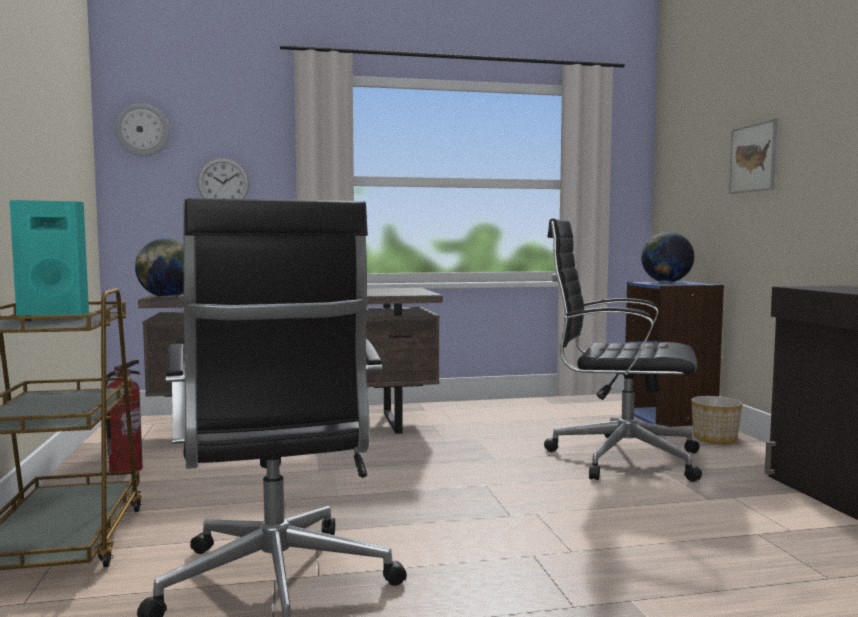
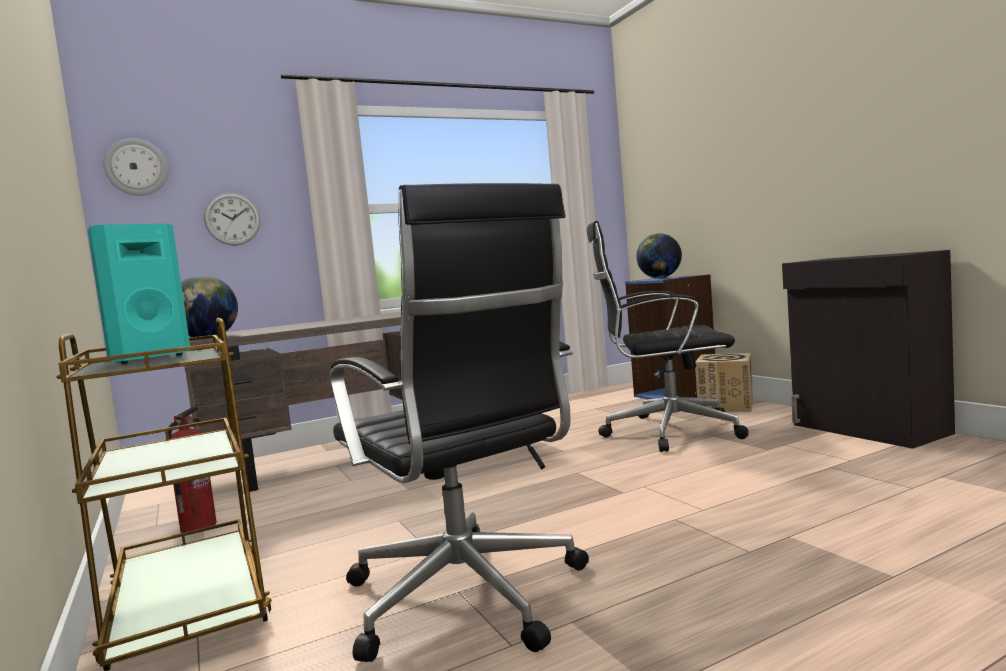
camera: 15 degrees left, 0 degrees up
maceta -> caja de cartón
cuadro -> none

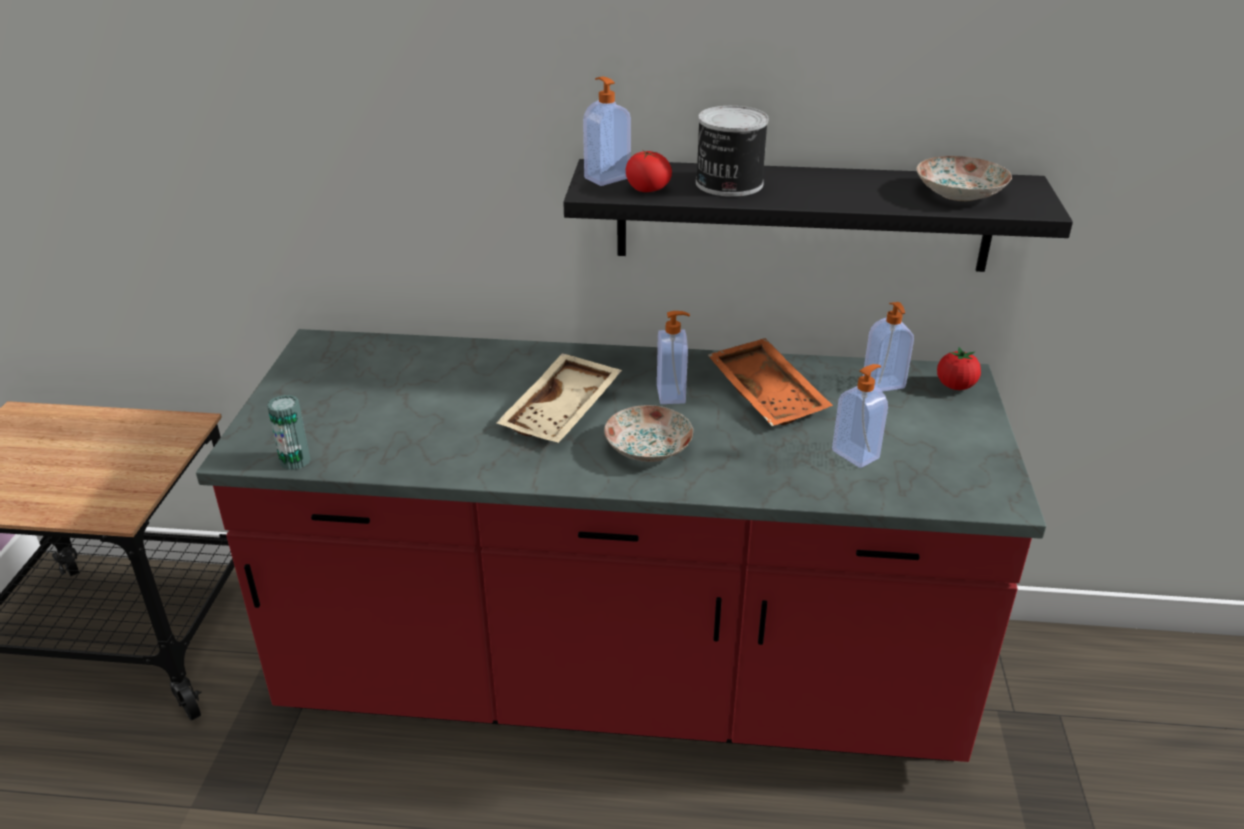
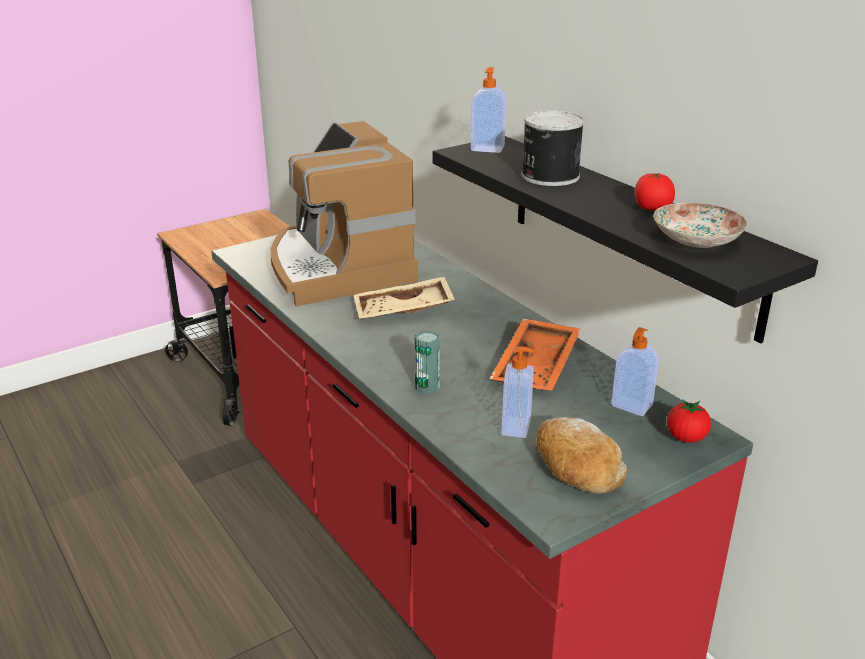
camera: 50 degrees right, 5 degrees down
none -> cafetera
lata (no. 1 from left), shifted
none -> pan
tomate (no. 1 from left), shifted
plato (no. 1 from left) -> none
dispensador de jabón (no. 2 from left) -> none

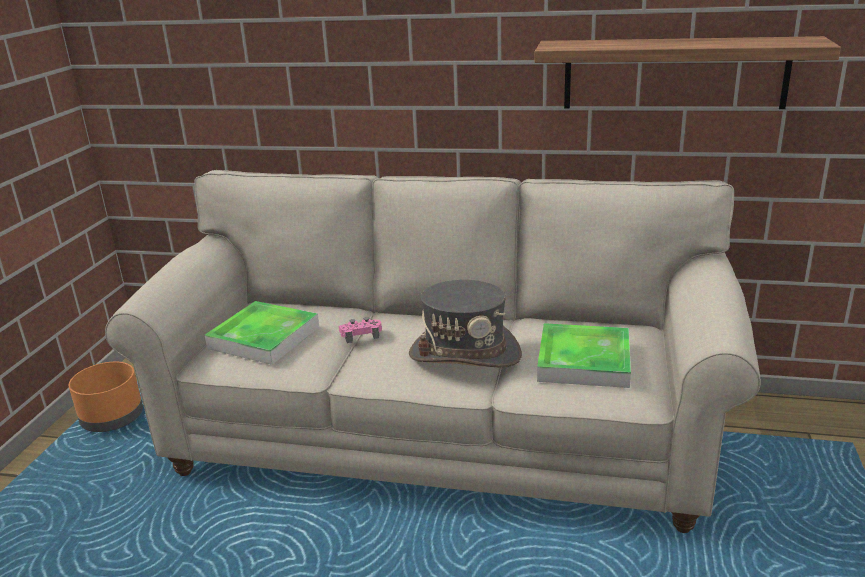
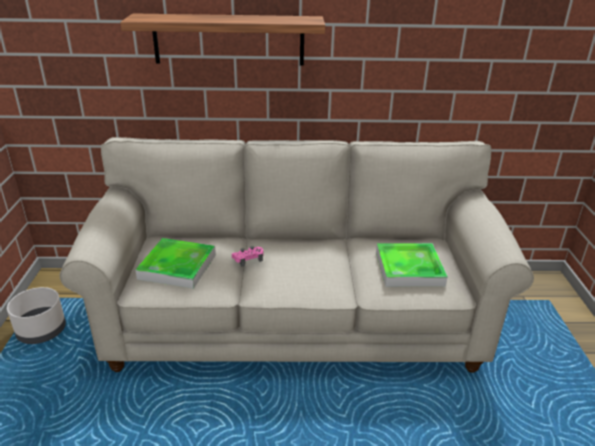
camera: 15 degrees left, 5 degrees up
maceta [naranja] -> maceta [gris]
estante, shifted
sombrero [gris] -> none

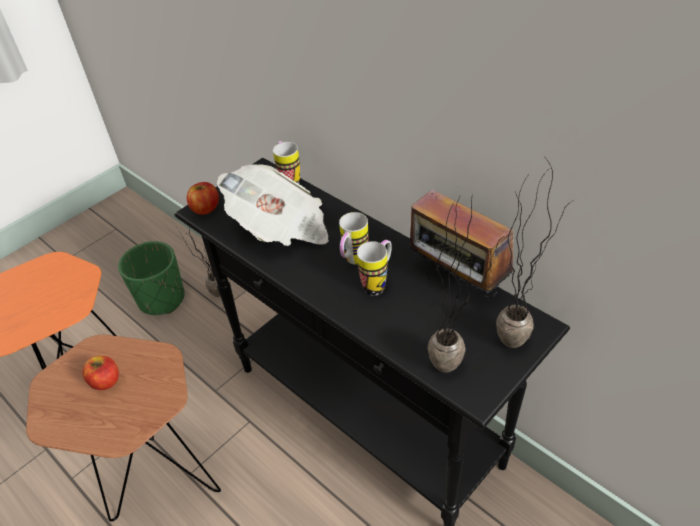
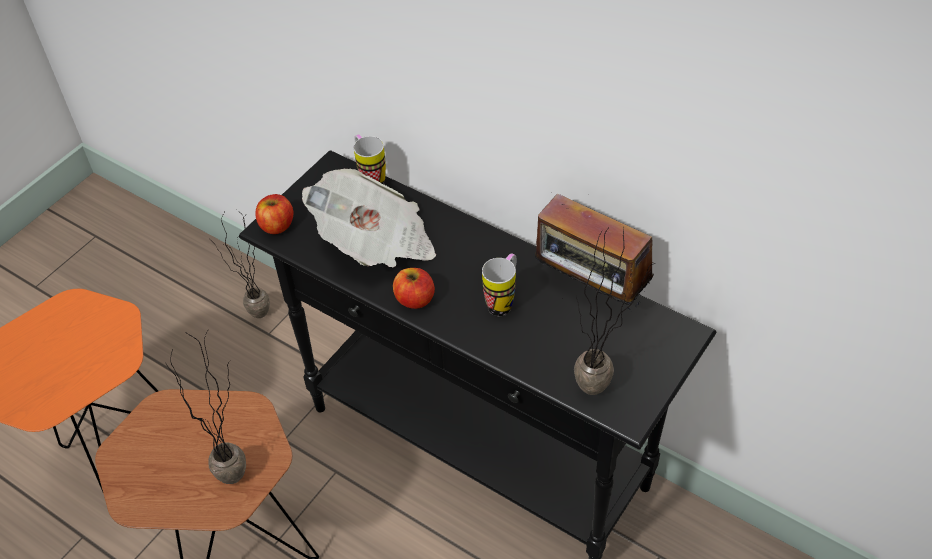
camera: 10 degrees left, 5 degrees up
planta en maceta (no. 3 from left in the first image) -> planta en maceta (no. 1 from left), shifted
manzana (no. 1 from left in the first image) -> manzana (no. 2 from left), shifted
maceta [verde] -> none
taza grande (no. 2 from left) -> none

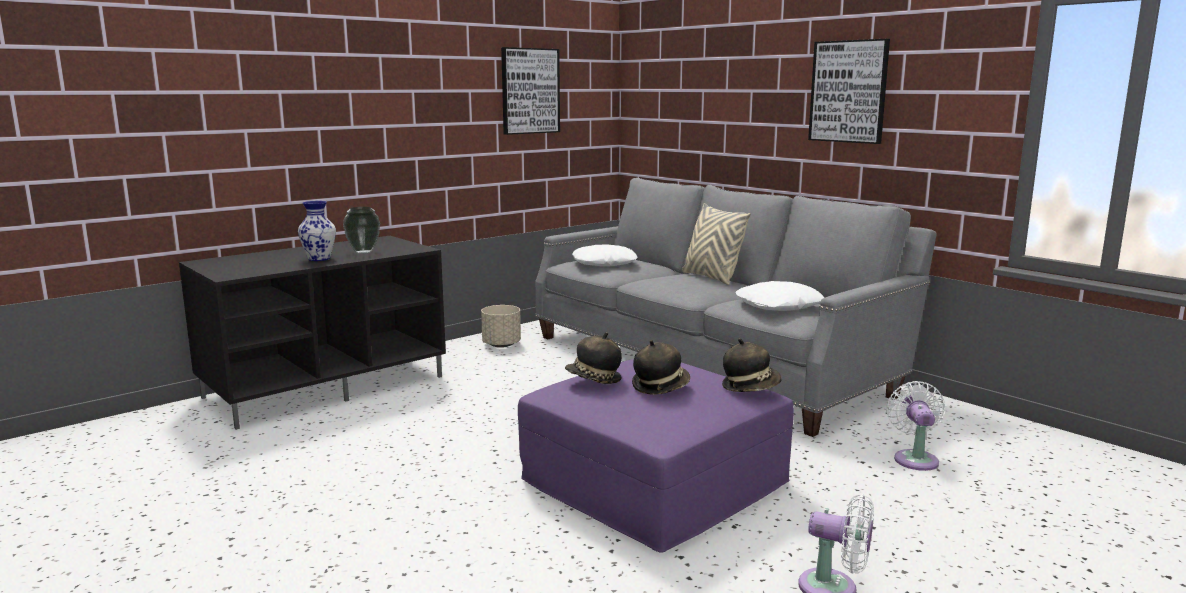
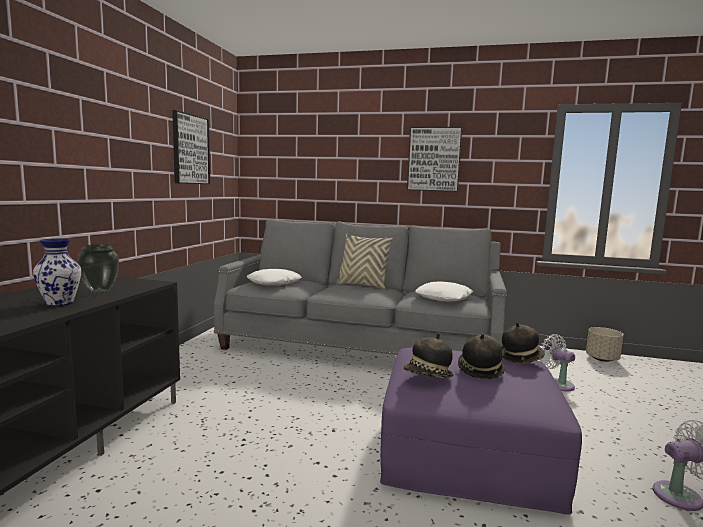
camera: 35 degrees left, 5 degrees down
maceta [beis], shifted

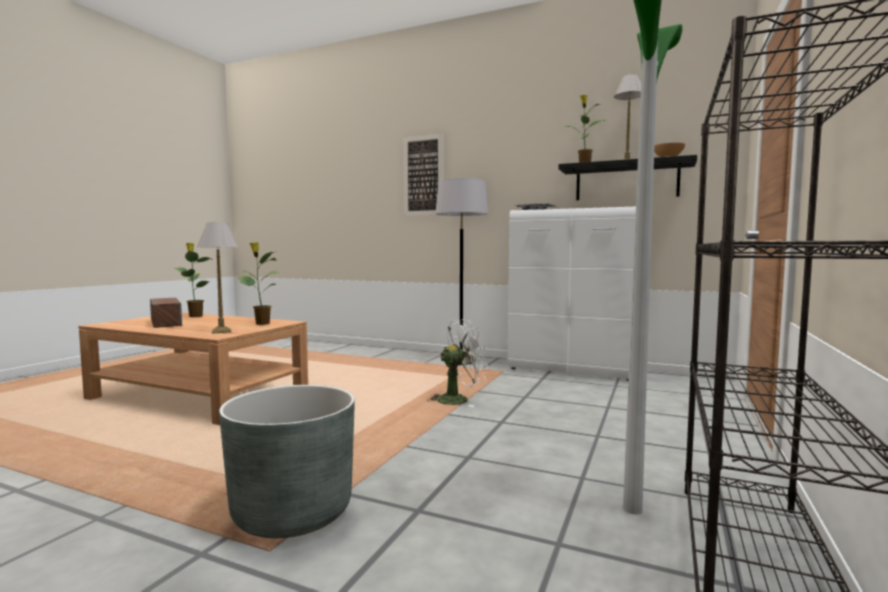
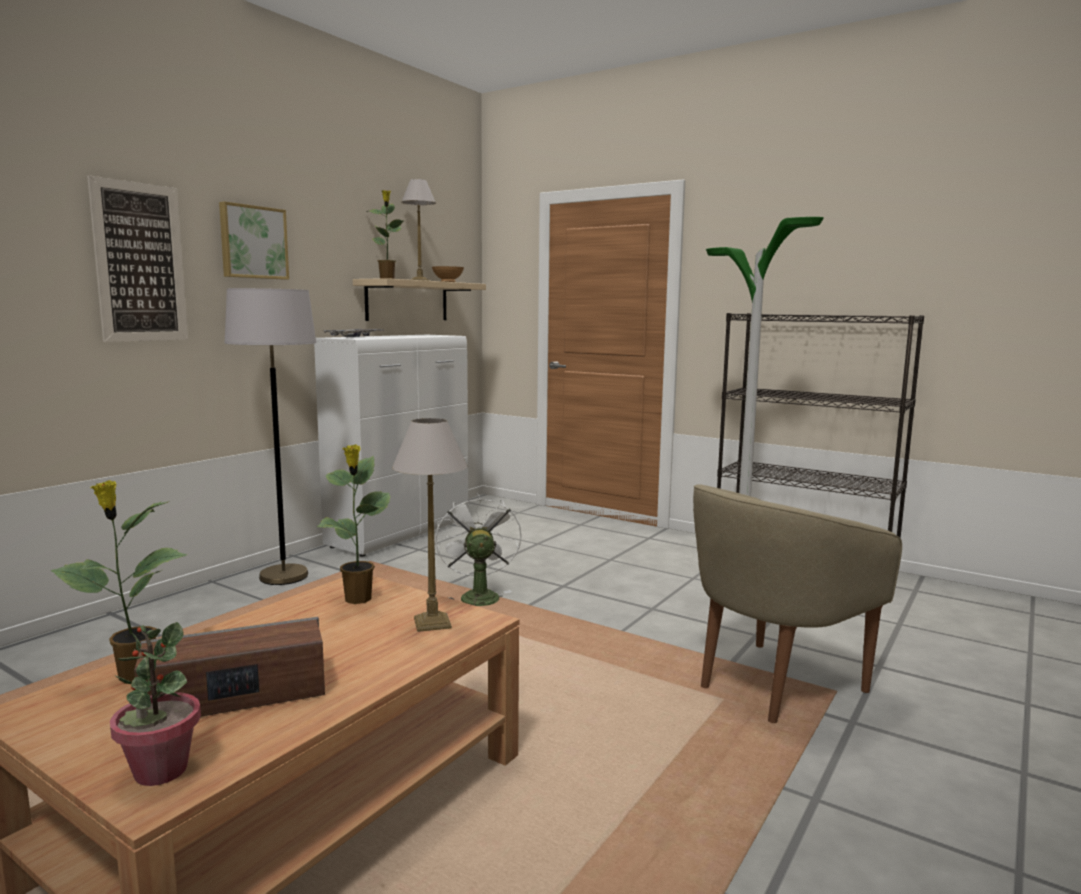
camera: 80 degrees left, 5 degrees up
none -> planta en maceta (no. 2 from left)
none -> cuadro (no. 2 from left)
estante [negro] -> estante [beis]
maceta [gris] -> sillón [beis]

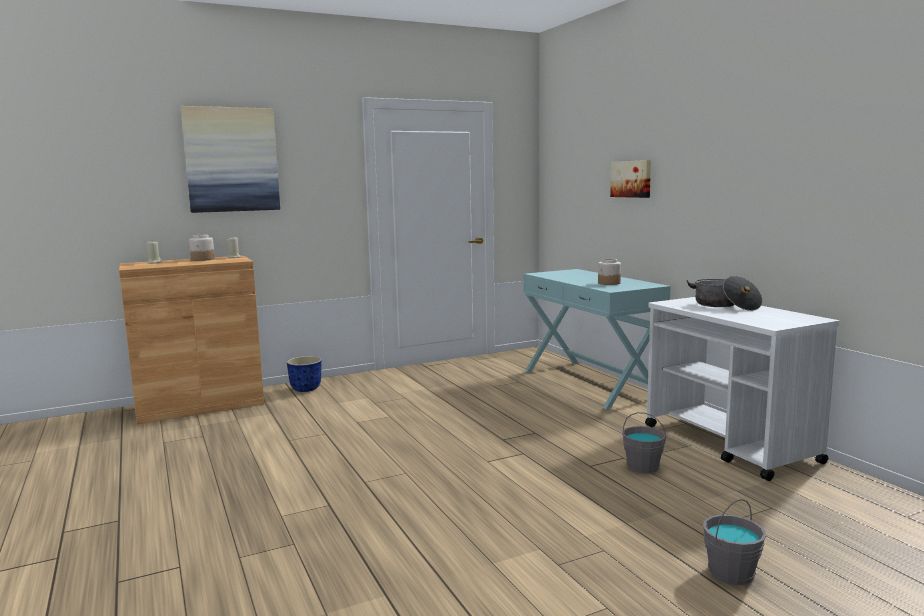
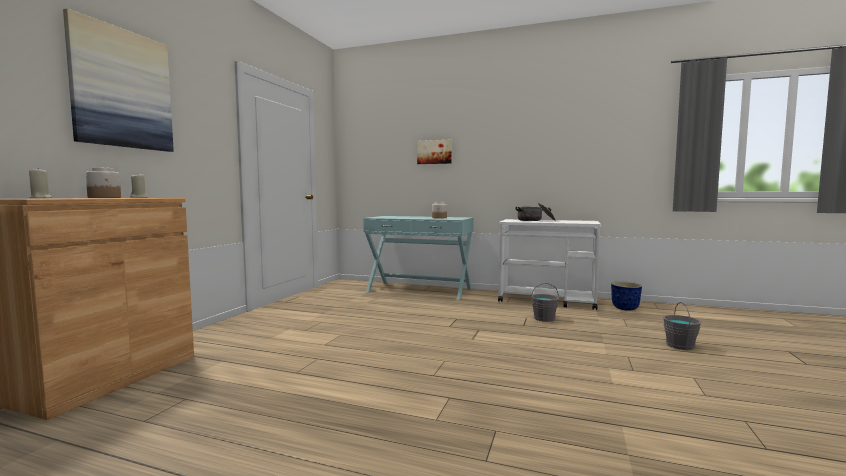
camera: 45 degrees left, 5 degrees down
maceta, shifted

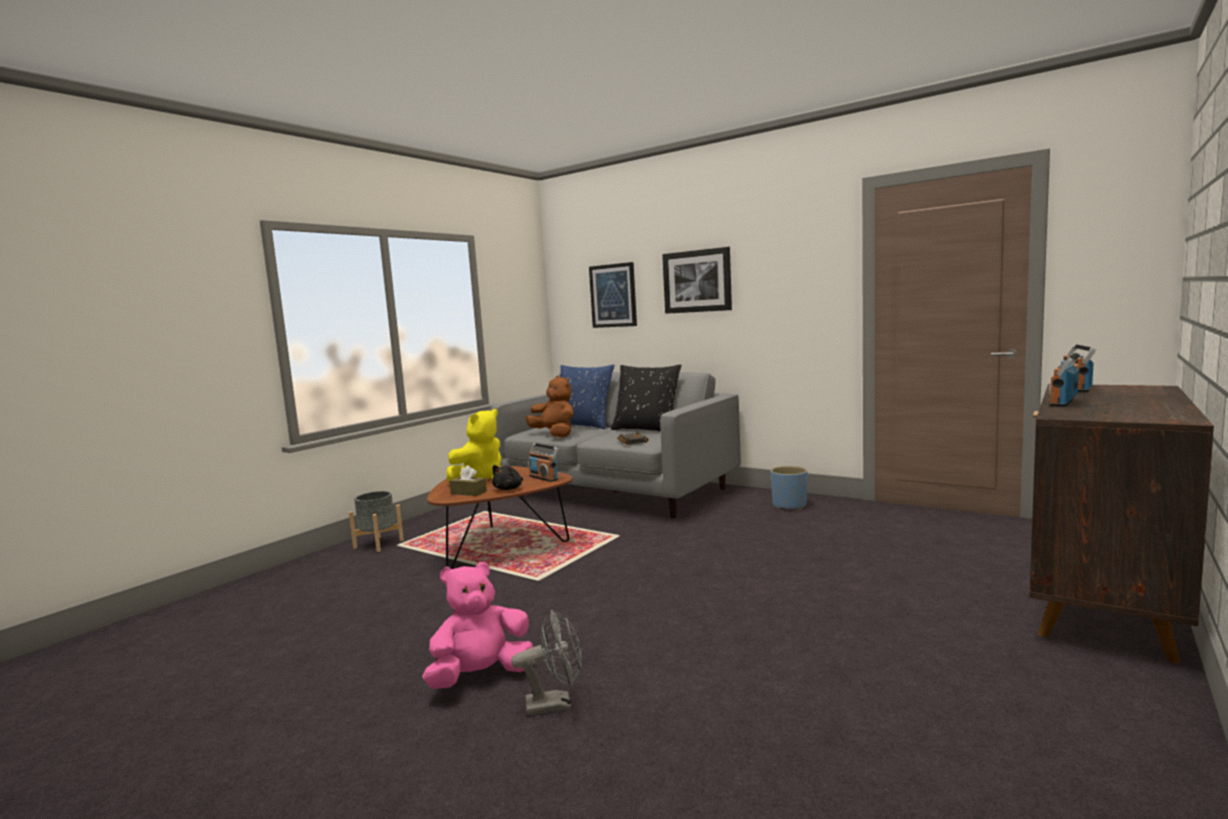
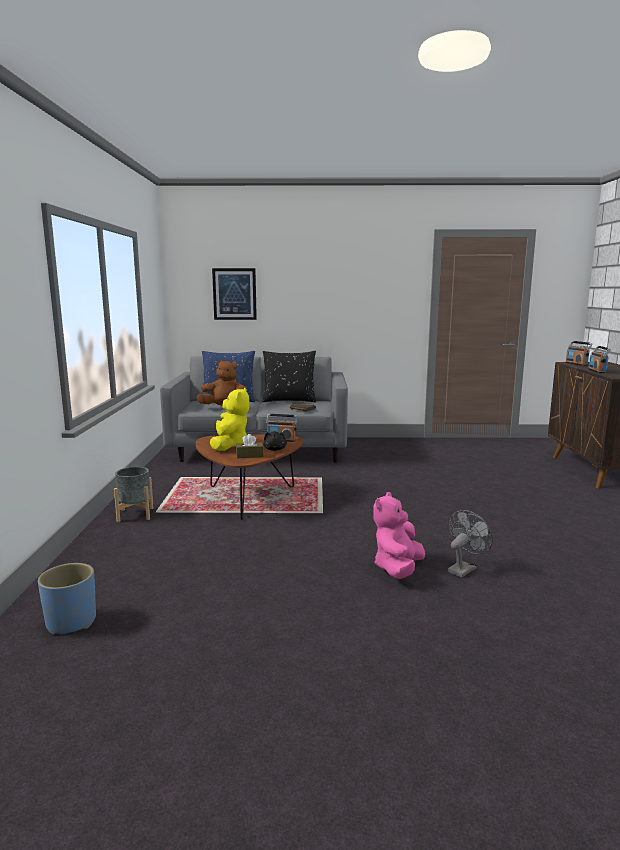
camera: 35 degrees left, 5 degrees up
maceta [azul], shifted
cuadro (no. 2 from left) -> none

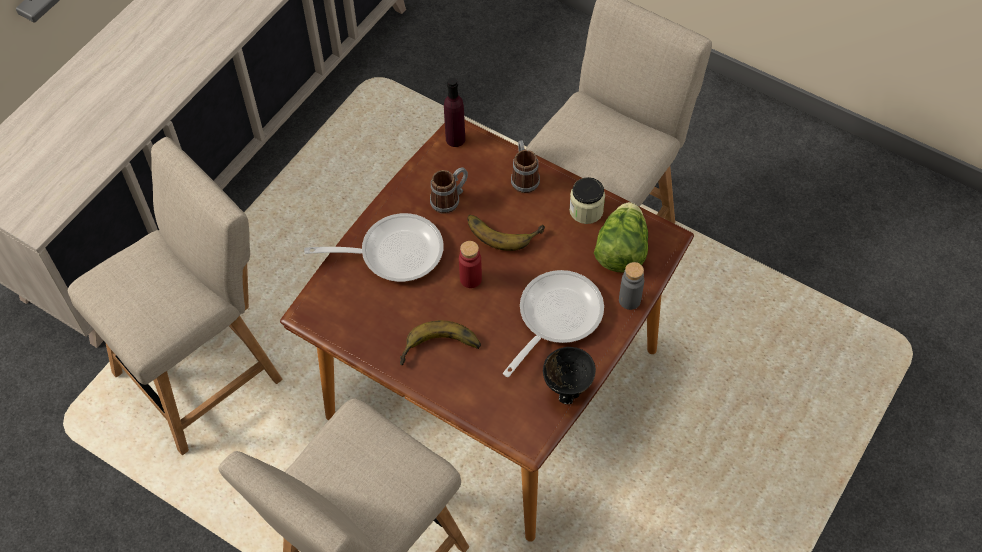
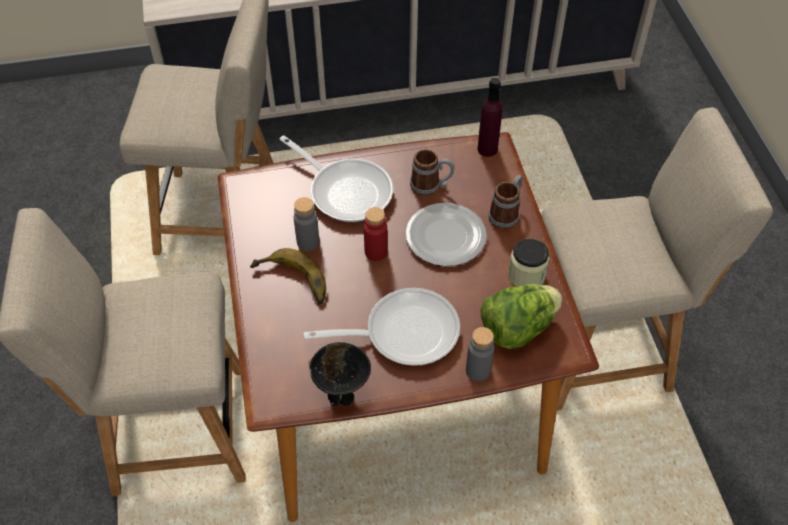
camera: 45 degrees right, 5 degrees down
none -> botella [gris] (no. 1 from left)
plátano (no. 2 from left) -> plato

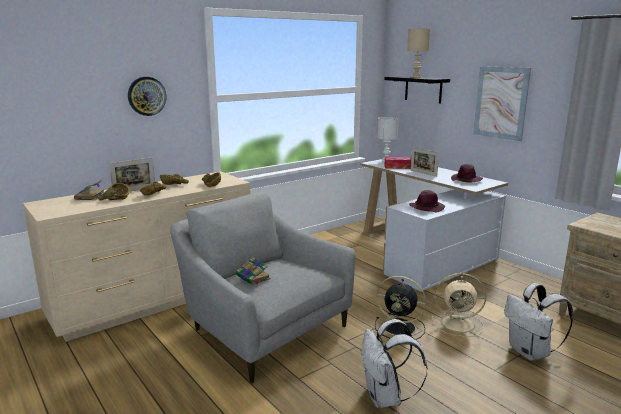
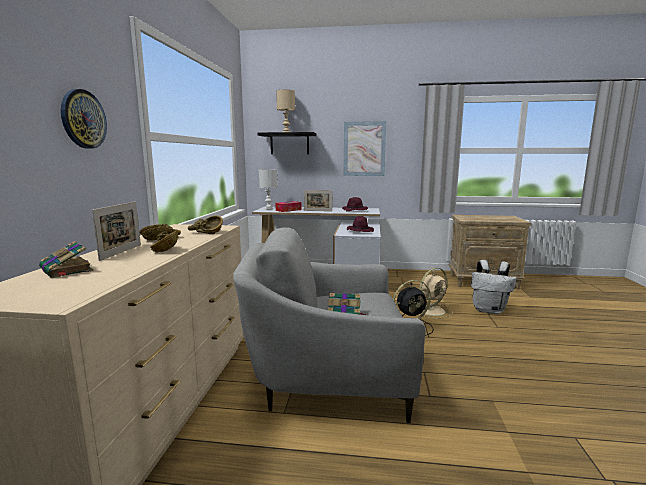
camera: 45 degrees left, 5 degrees down
cuenco [marrón] (no. 1 from left) -> none
mochila [blanco] (no. 1 from left) -> none

